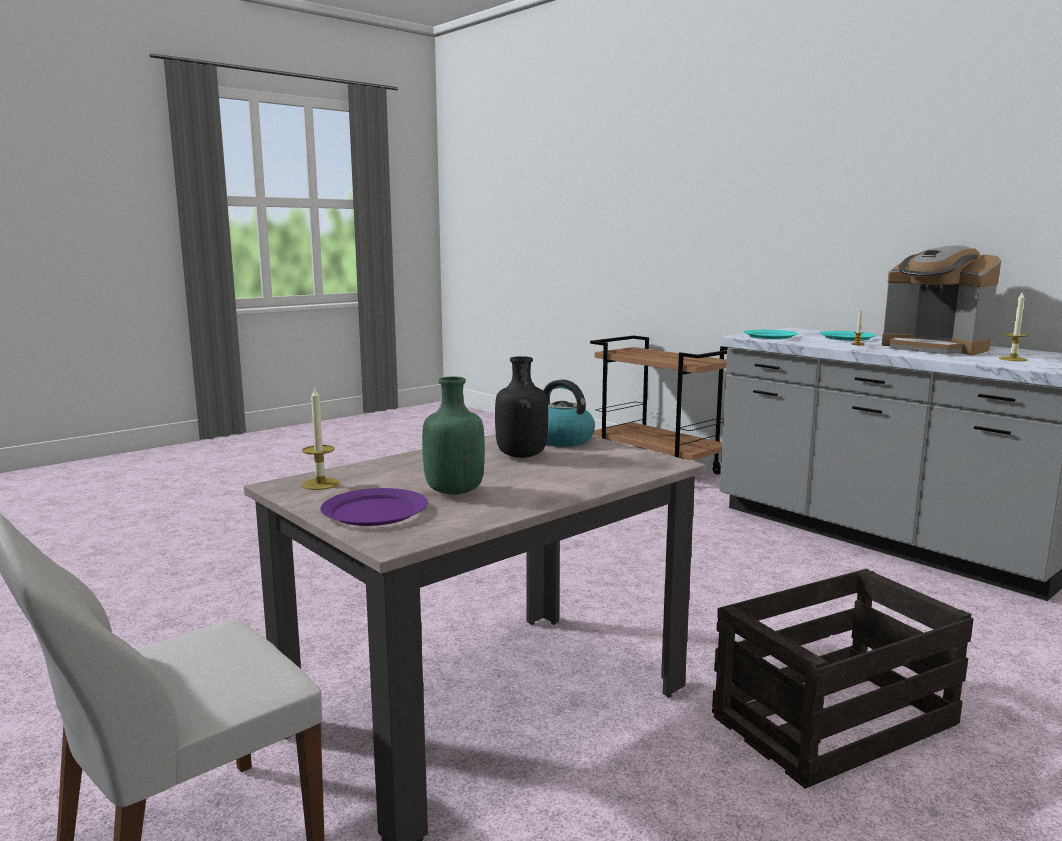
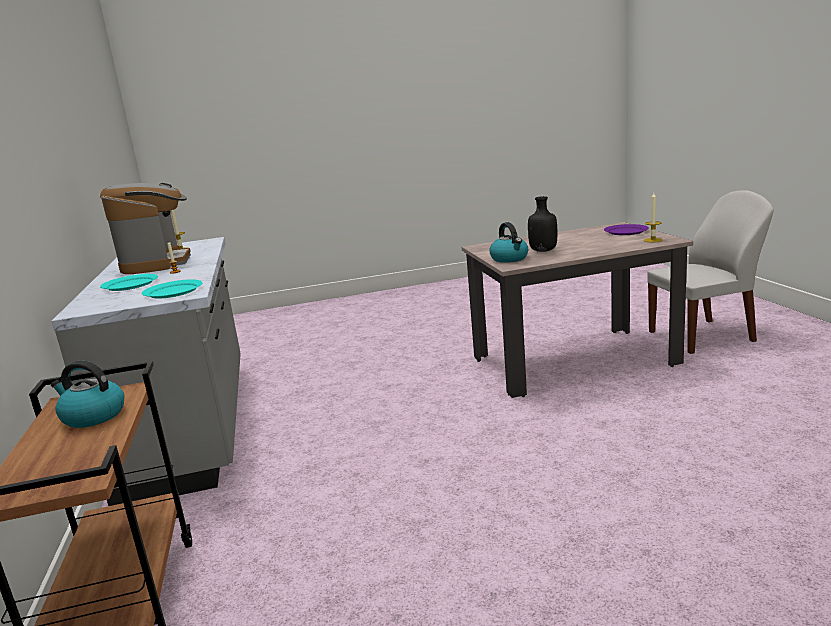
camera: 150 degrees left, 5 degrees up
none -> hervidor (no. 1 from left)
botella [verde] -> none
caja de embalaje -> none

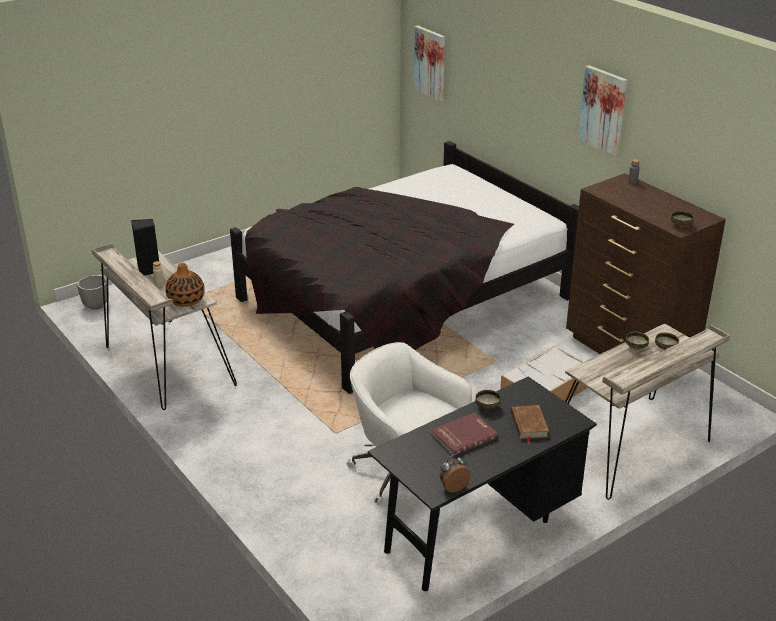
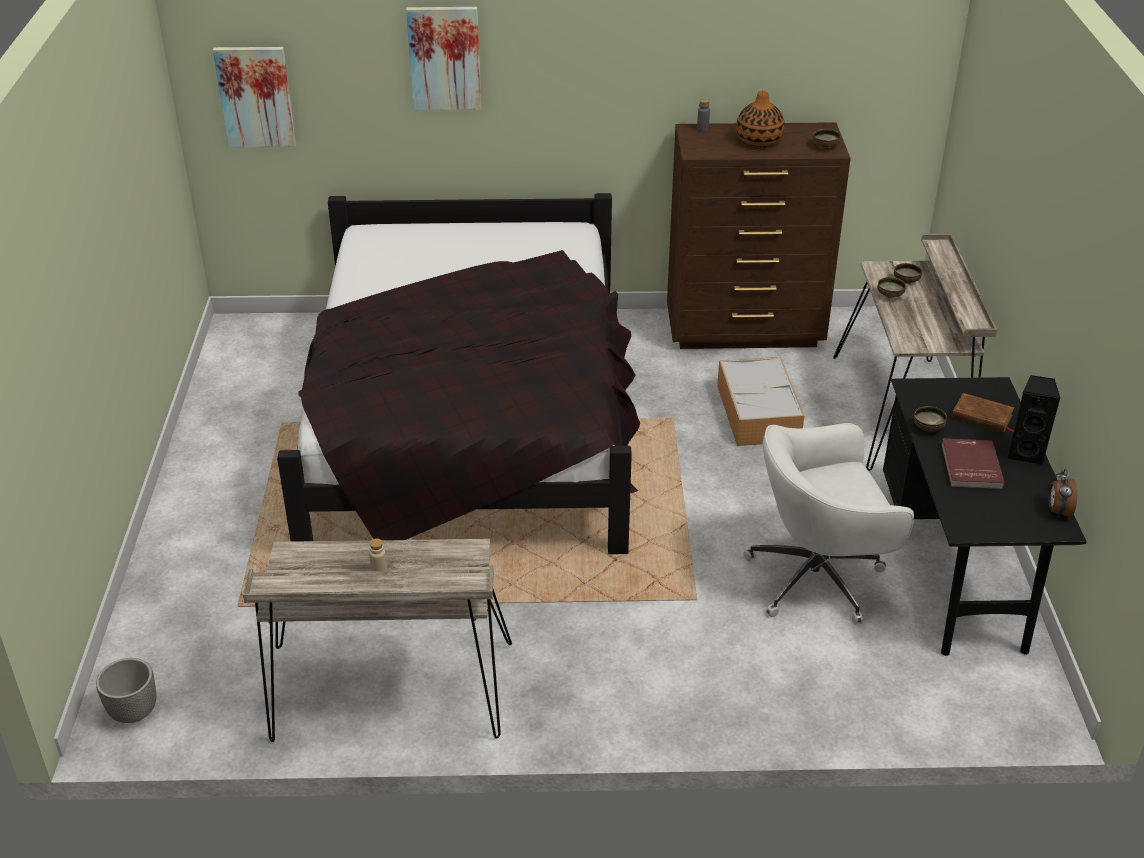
camera: 55 degrees left, 5 degrees up
cuadro (no. 2 from left), shifted
florero, shifted
altavoz [negro], shifted

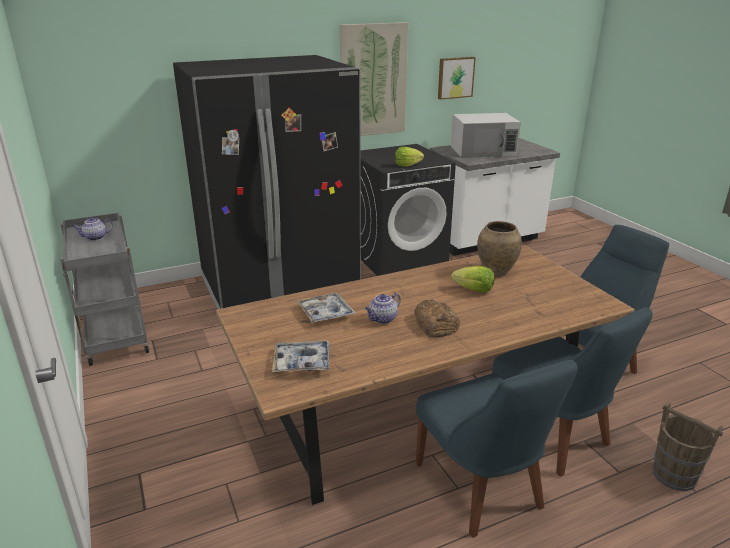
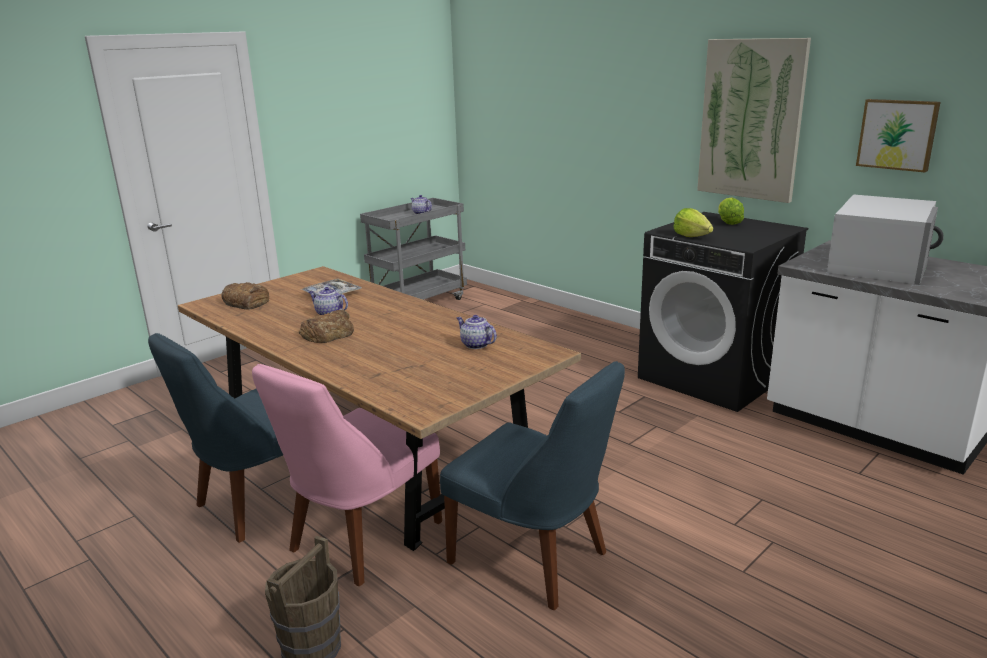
camera: 70 degrees right, 5 degrees down
bandeja (no. 1 from left) -> pan (no. 1 from left)
silla [azul] (no. 2 from left) -> silla [rosa]
florero [marrón] -> tetera (no. 3 from left)
lechuga (no. 2 from left), shifted
microondas [blanco], 120 degrees counterclockwise
nevera [negro] -> none

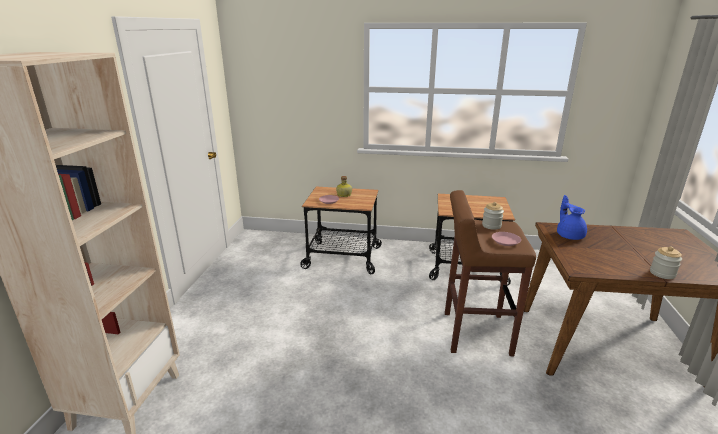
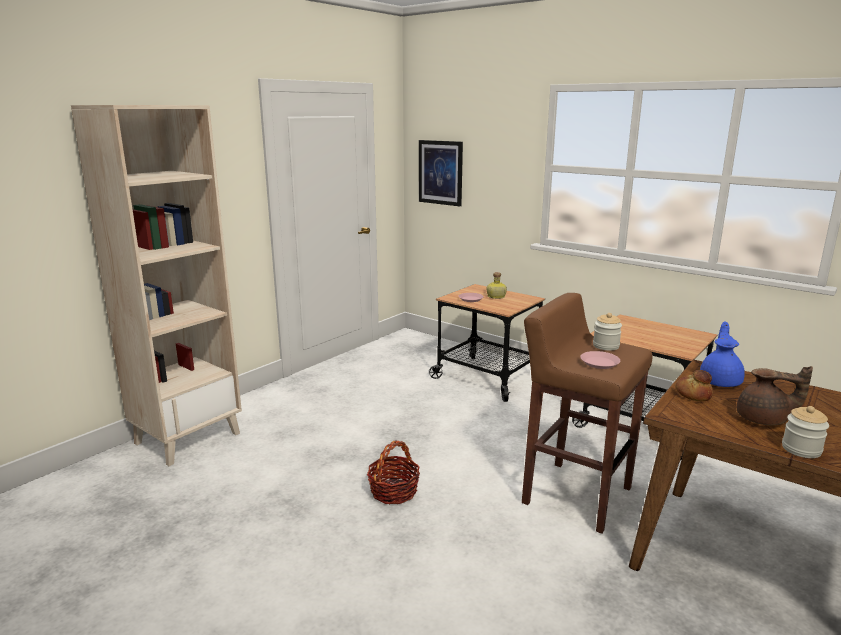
camera: 30 degrees right, 5 degrees down
none -> cesta
none -> cuadro
none -> pan
none -> tetera [marrón]

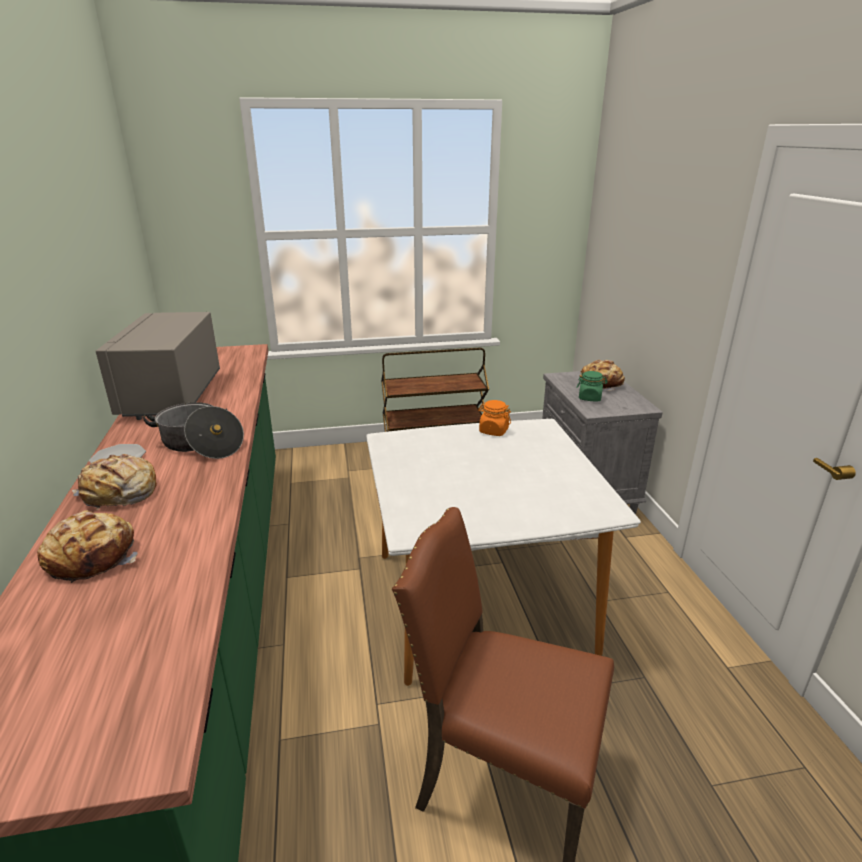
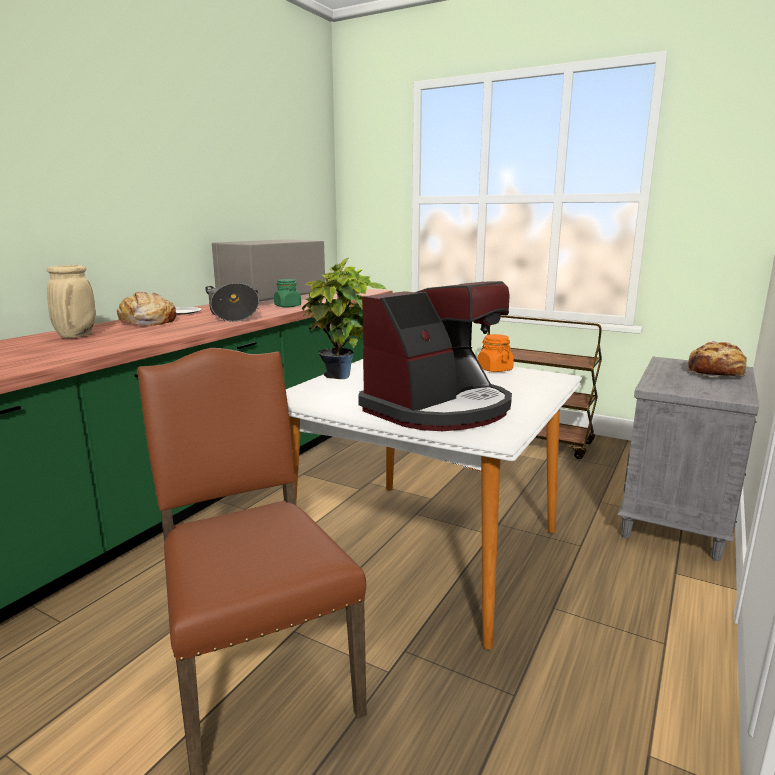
camera: 40 degrees right, 10 degrees down
pan (no. 1 from left) -> florero [beis]
tarro [verde], shifted
none -> planta en maceta
none -> cafetera

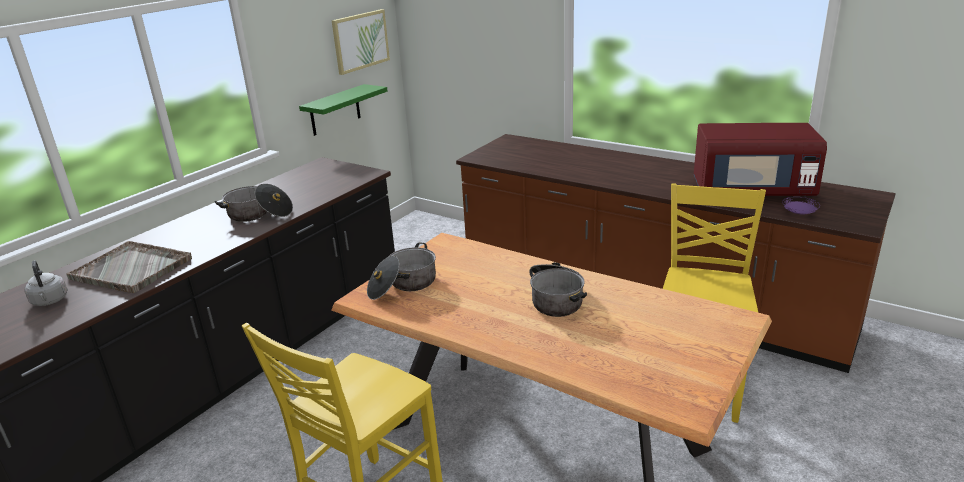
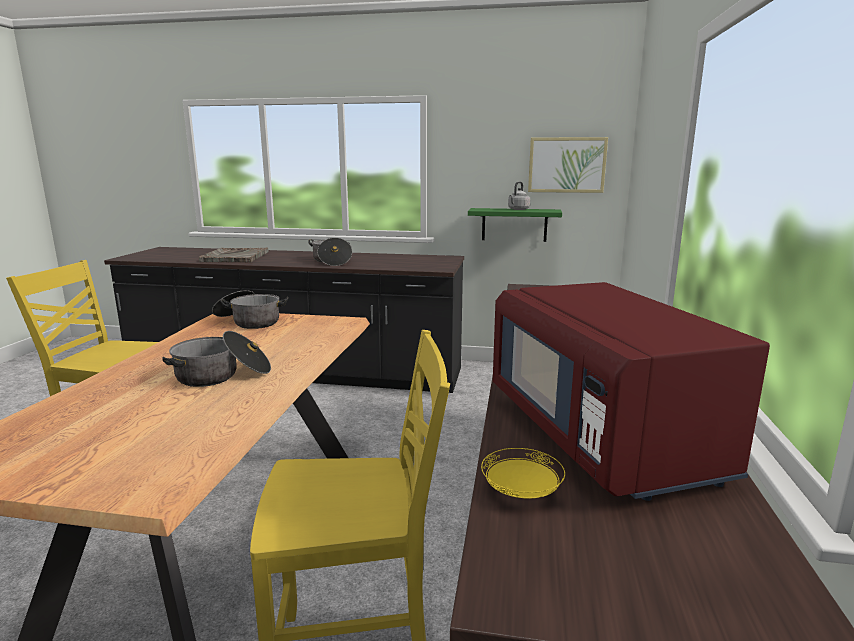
camera: 65 degrees right, 10 degrees down
plato [morado] -> plato [amarillo]
hervidor [gris], shifted

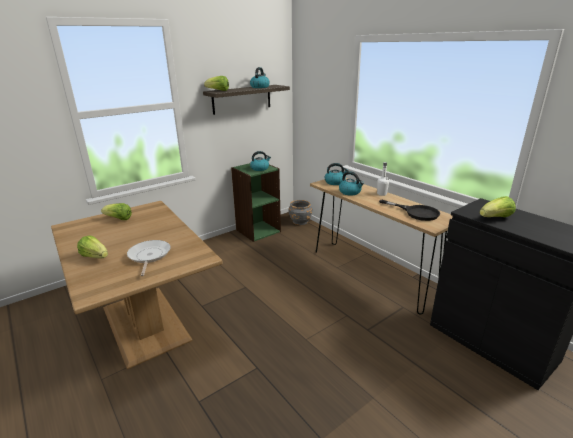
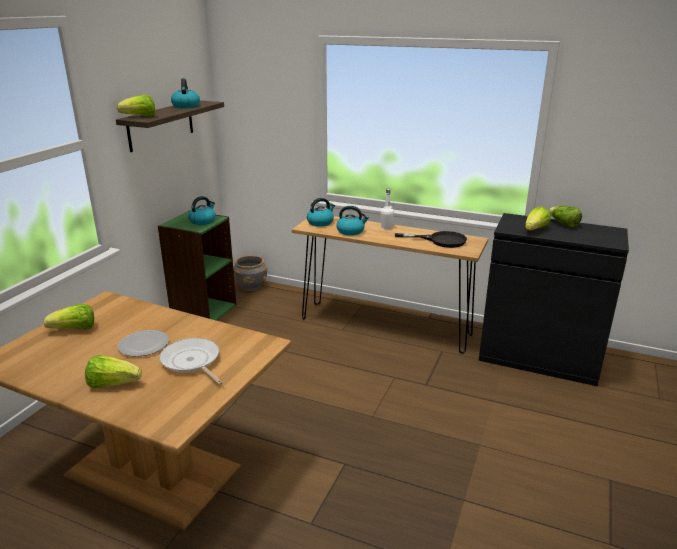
camera: 30 degrees left, 0 degrees up
none -> plato
none -> lechuga (no. 5 from left)

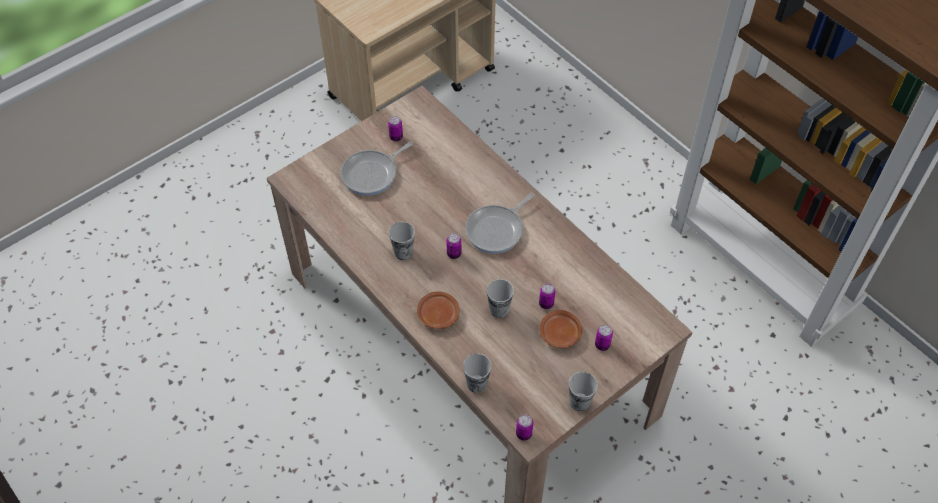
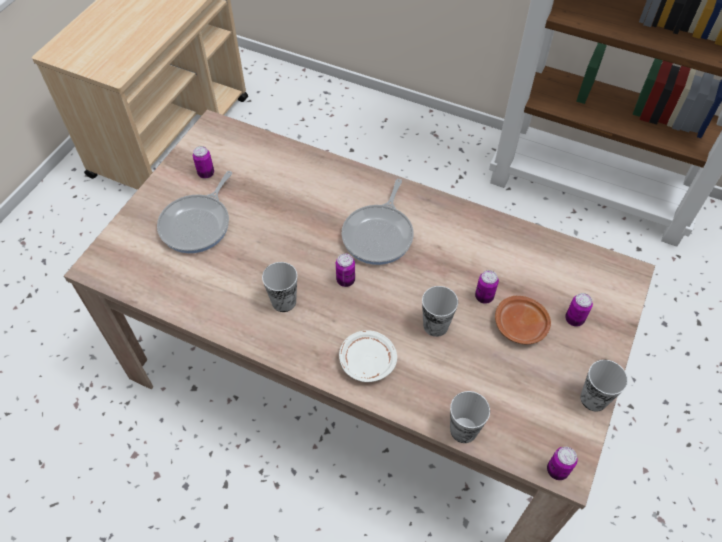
camera: 25 degrees left, 0 degrees up
plato [marrón] (no. 1 from left) -> plato [blanco]

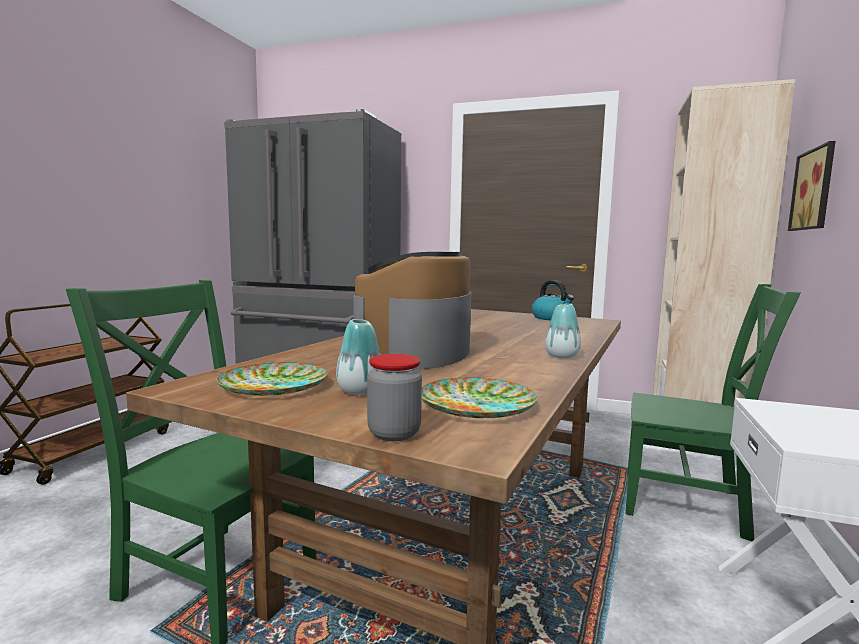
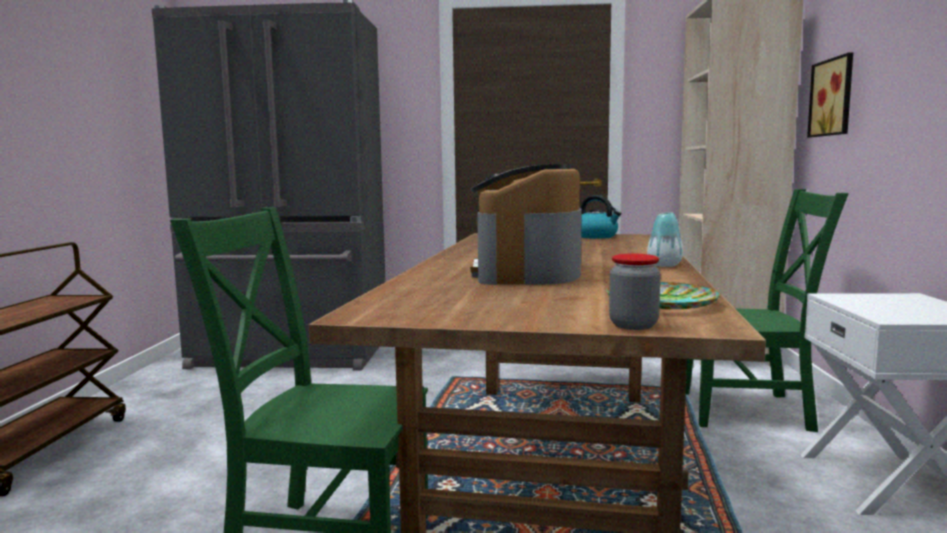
camera: 15 degrees left, 0 degrees up
plato (no. 1 from left) -> none
florero (no. 1 from left) -> none

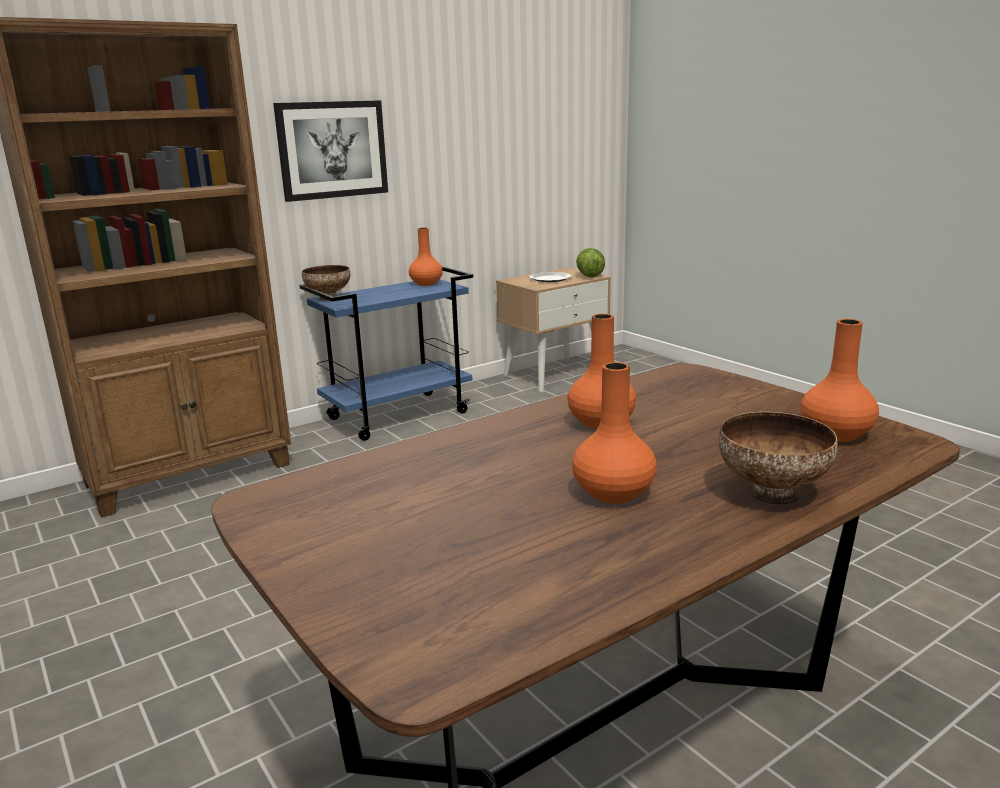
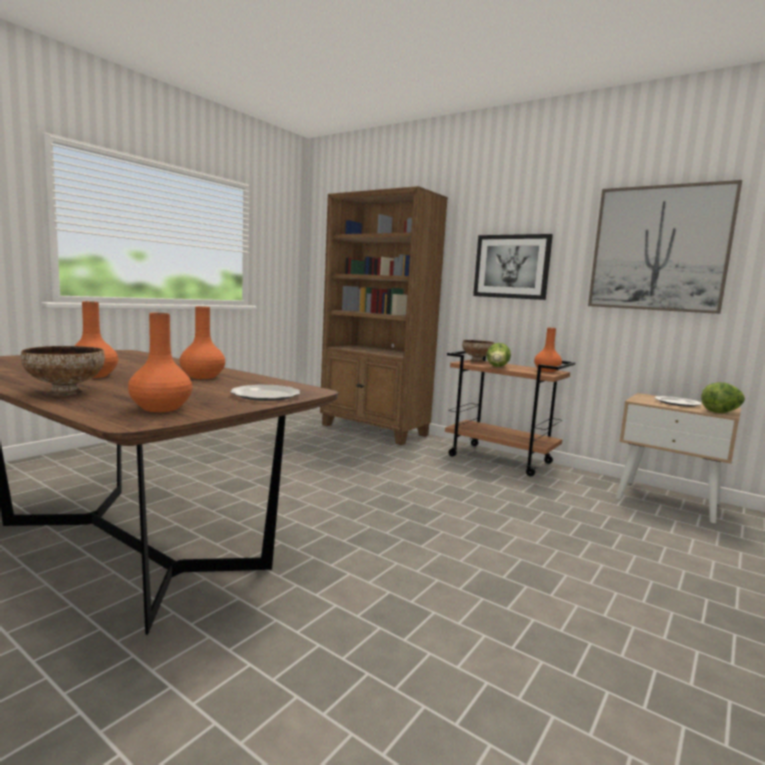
camera: 70 degrees right, 10 degrees down
none -> plato (no. 1 from left)
carrito [azul] -> carrito [marrón]
none -> lechuga (no. 1 from left)
none -> cuadro (no. 2 from left)

